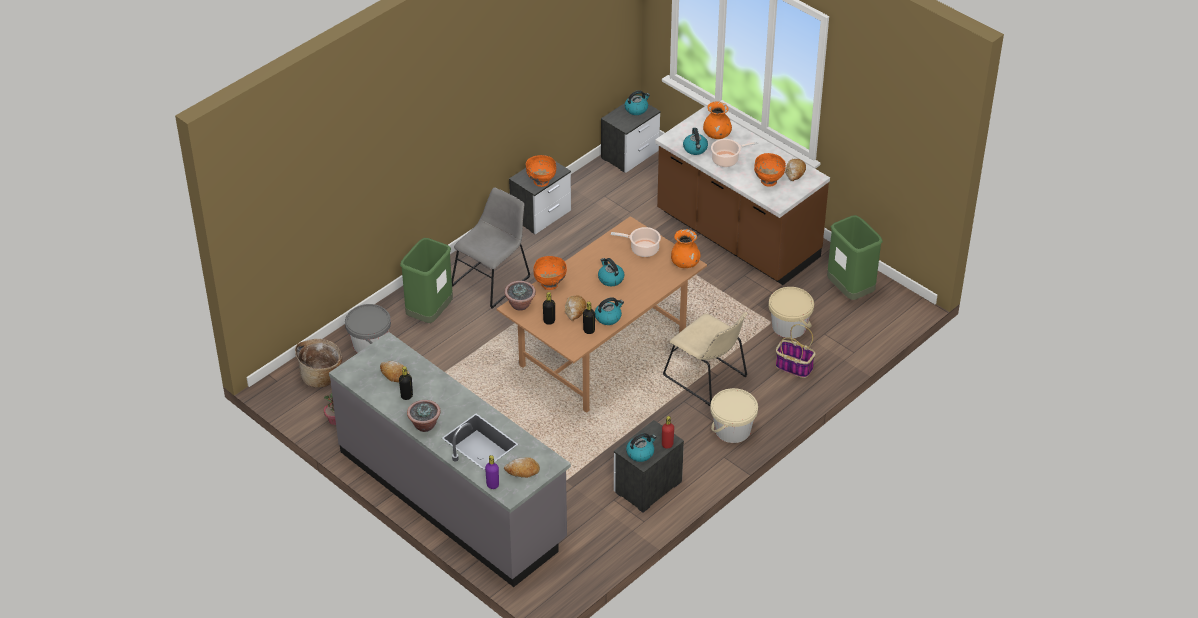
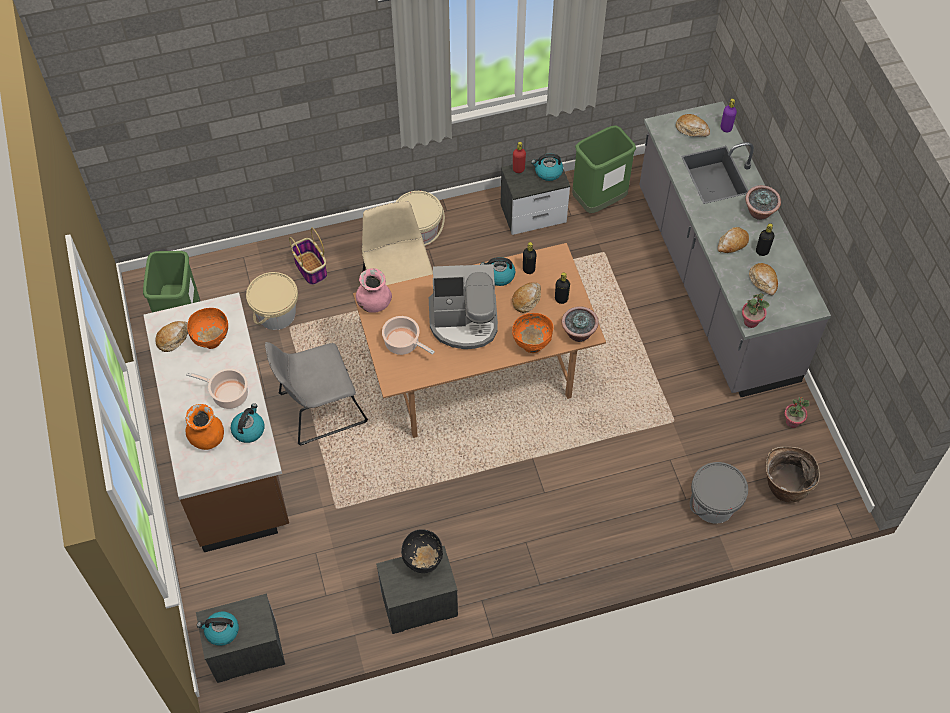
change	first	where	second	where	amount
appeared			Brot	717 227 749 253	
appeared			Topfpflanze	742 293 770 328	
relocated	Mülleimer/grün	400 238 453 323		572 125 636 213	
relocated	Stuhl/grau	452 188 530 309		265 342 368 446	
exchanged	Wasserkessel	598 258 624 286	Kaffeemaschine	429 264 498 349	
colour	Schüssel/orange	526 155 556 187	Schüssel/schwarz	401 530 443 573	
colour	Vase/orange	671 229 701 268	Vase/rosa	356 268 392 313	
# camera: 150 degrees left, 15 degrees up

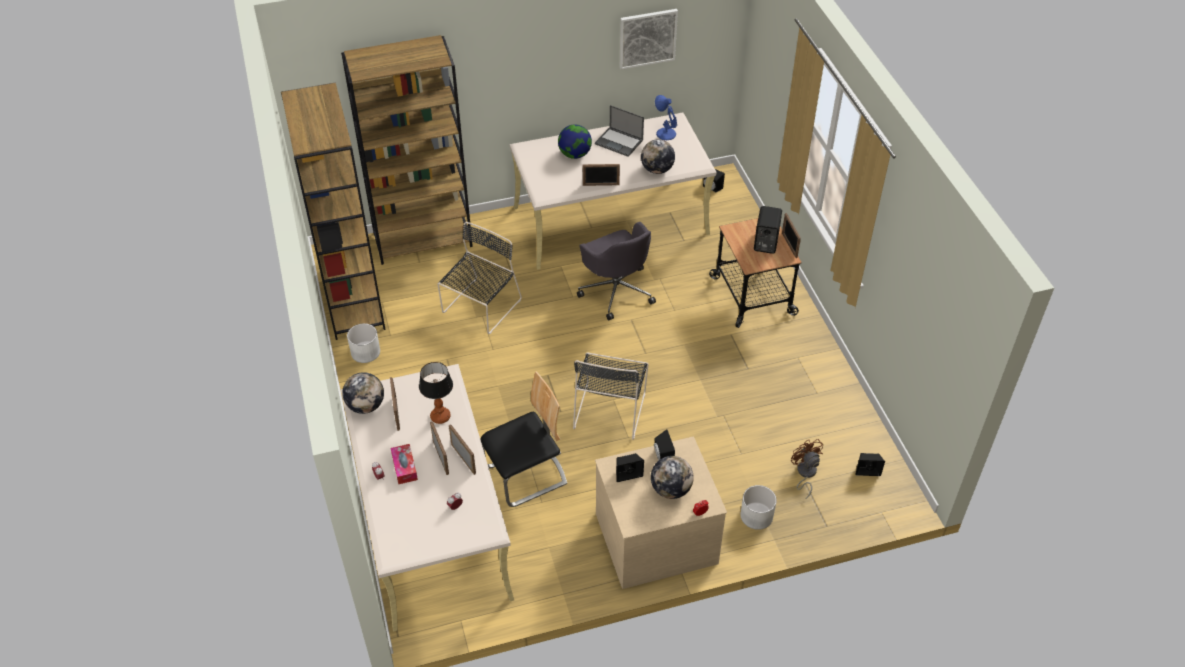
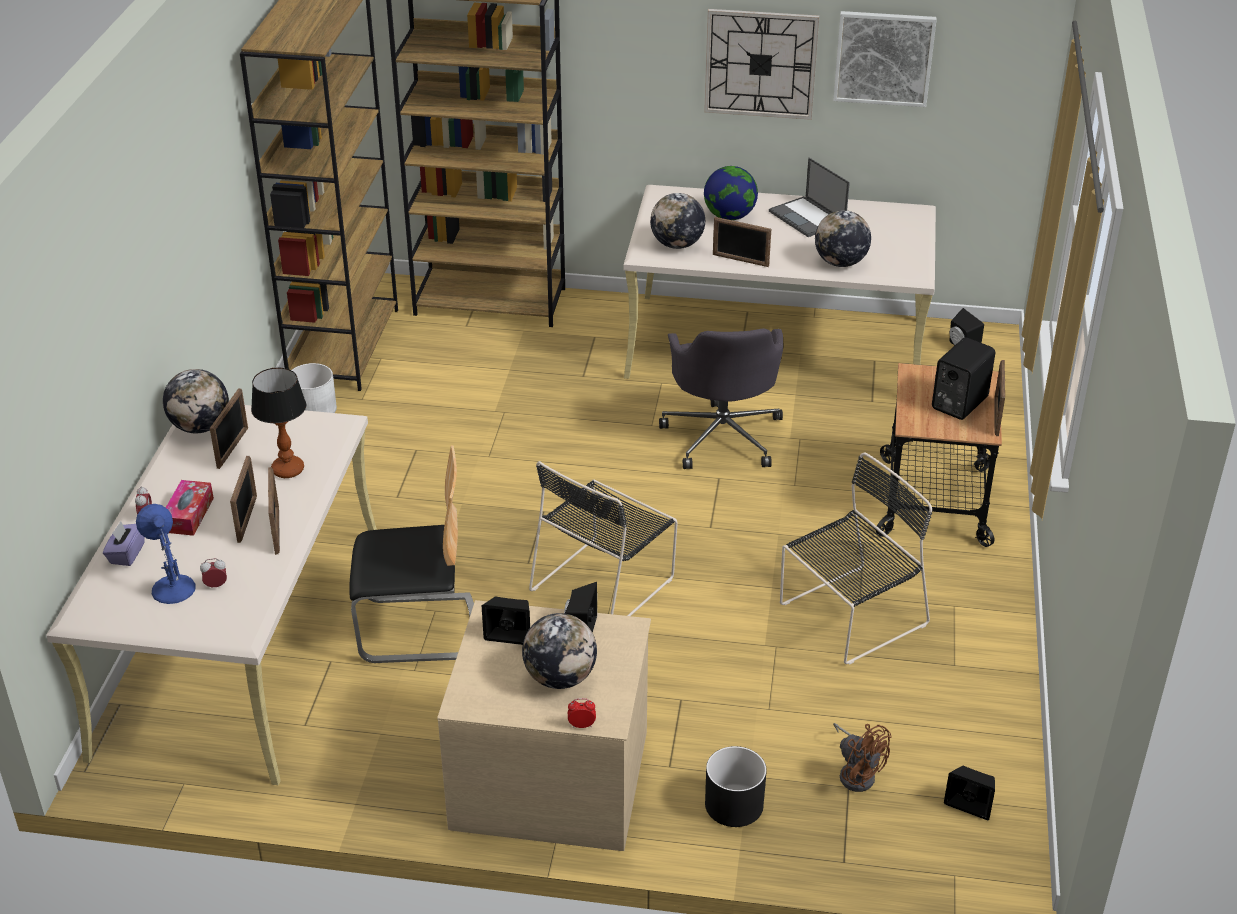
change	first	where	second	where	amount
appeared			Taschentuchbox/lila	103 521 145 566	
appeared			Globus	650 193 705 249	
appeared			Wanduhr	704 9 819 120	
relocated	Stuhl/schwarz	437 222 522 334		780 453 932 665	
relocated	Tischlampe/blau	655 95 677 140		136 504 196 604	
colour	Pflanzkübel/weiß	740 485 777 530	Pflanzkübel/schwarz	705 746 767 827	
spun	Ventilator/braun	791 439 823 500		833 723 892 792	135 degrees clockwise
# camera: 25 degrees right, 10 degrees down

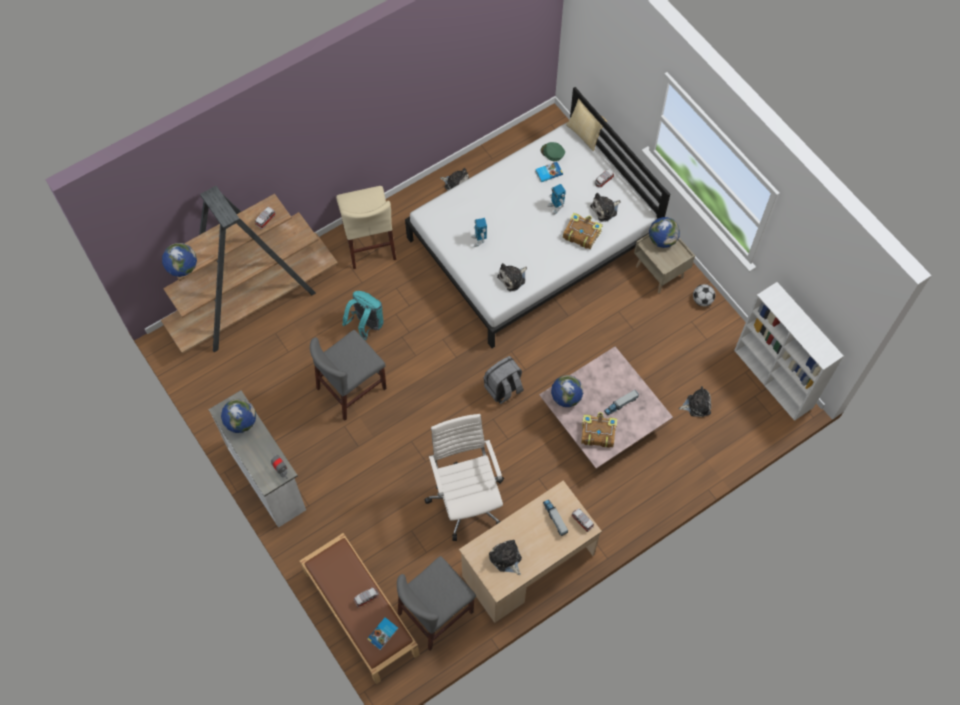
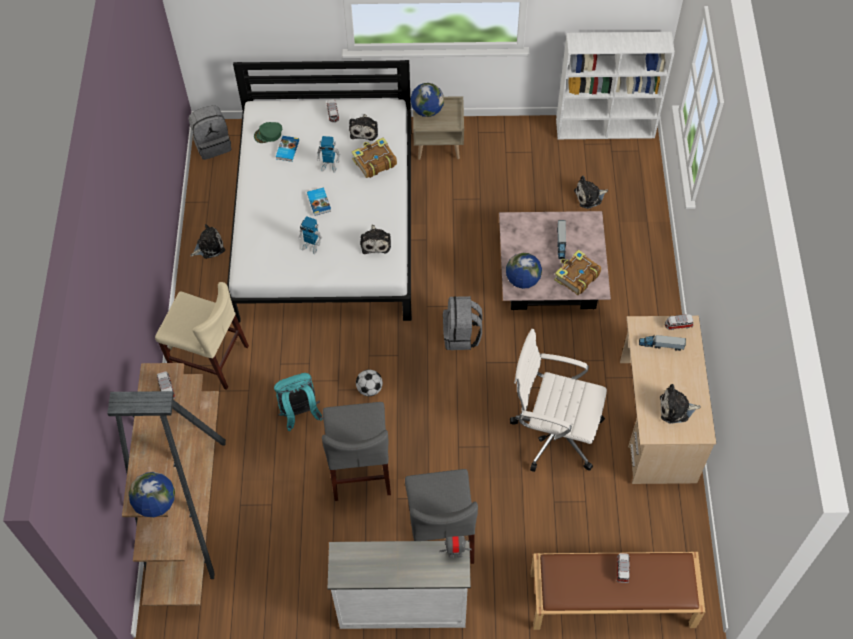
change	first	where	second	where	amount
missing	Globus	221 398 256 433			
missing	Kissen	566 98 607 151			
appeared			Rucksack/grau	189 106 232 160	
relocated	Buch	367 617 398 650		307 187 331 216	
relocated	Stuhl/grau	397 556 476 651		405 469 478 564	
relocated	Fußball	693 284 715 306		356 369 383 396	
spun	Plüschtier	679 386 711 417		574 176 608 209	135 degrees counterclockwise
# camera: 55 degrees left, 5 degrees down

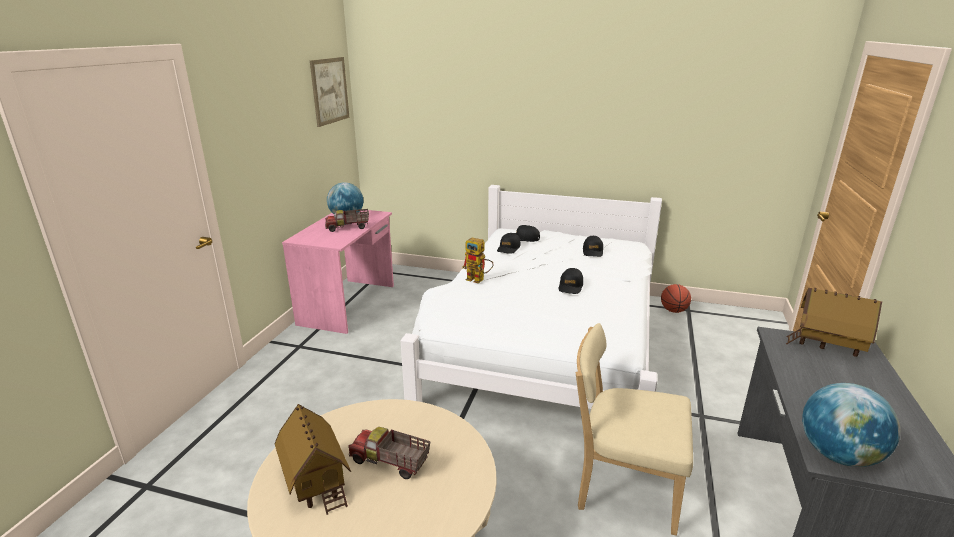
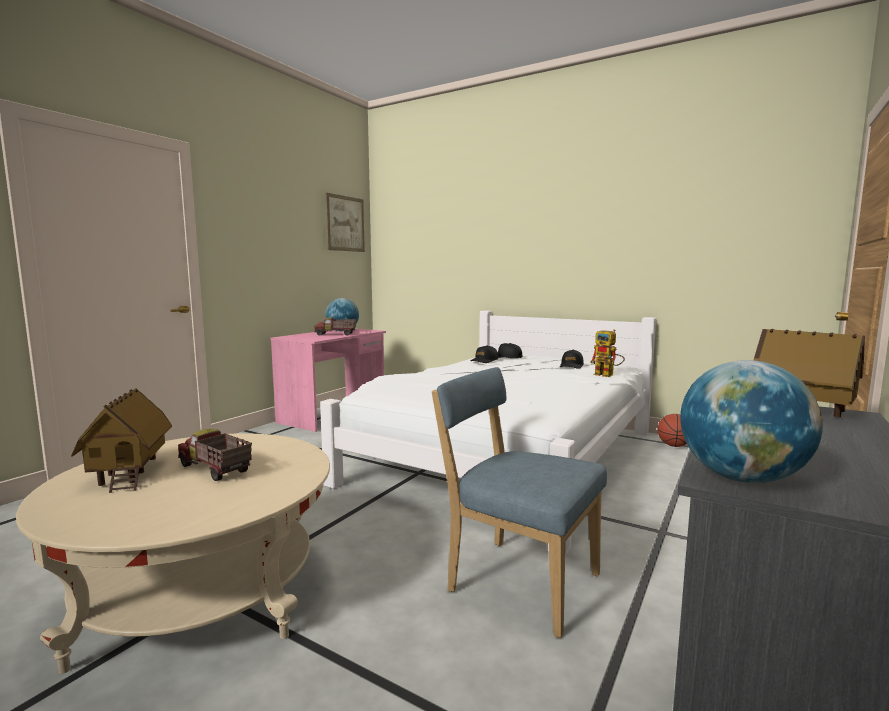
change	first	where	second	where	amount
missing	Kappe/schwarz	559 268 583 294			
relocated	Spielzeugroboter	462 238 494 284		590 329 625 377	
colour	Stuhl/beige	576 323 693 536	Stuhl/blau	432 367 607 638	
# camera: 15 degrees right, 15 degrees down

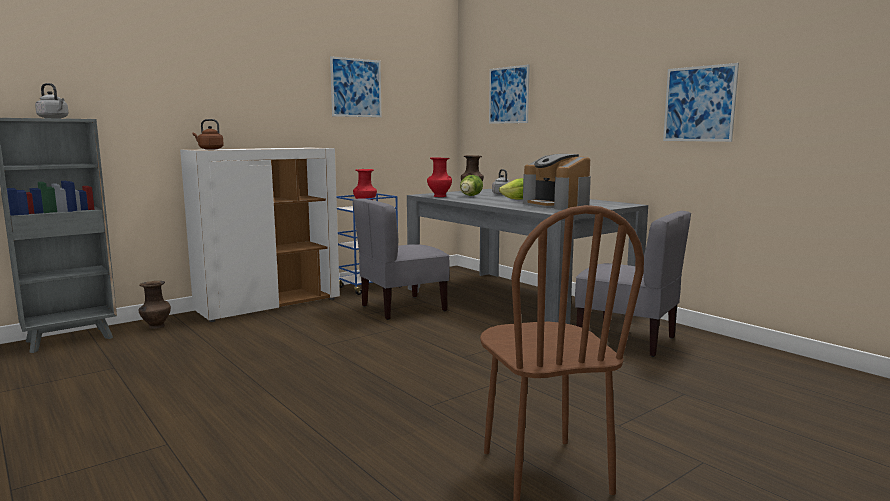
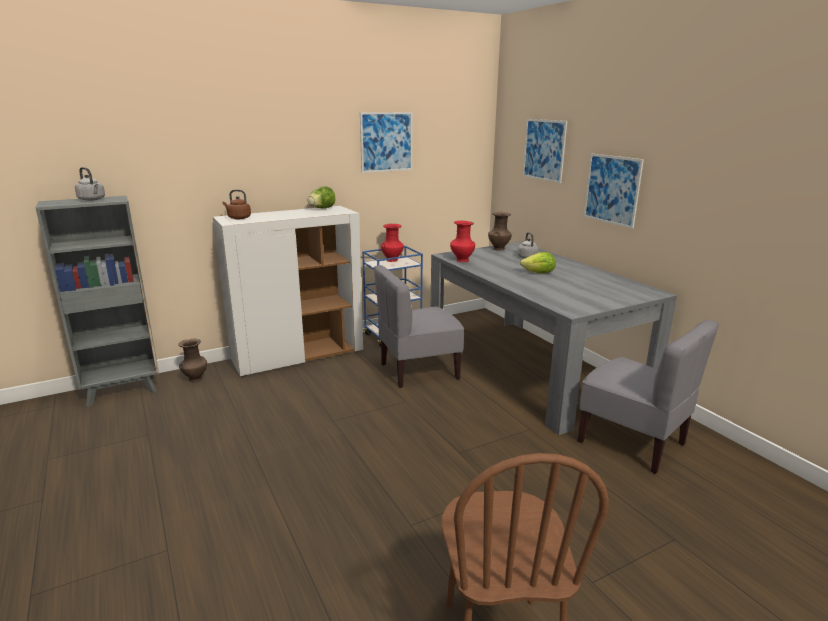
change	first	where	second	where	amount
missing	Kaffeemaschine	523 154 591 210			
relocated	Salatkopf	460 175 483 196		308 187 336 208	
relocated	Bild	663 63 739 142		584 154 644 229	
# camera: 10 degrees right, 10 degrees up

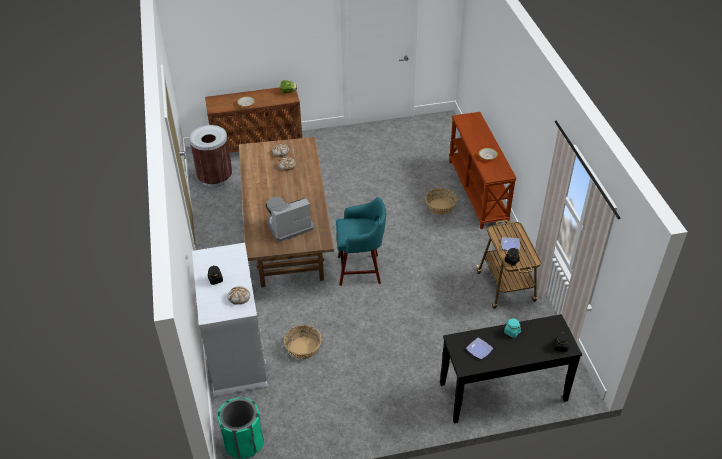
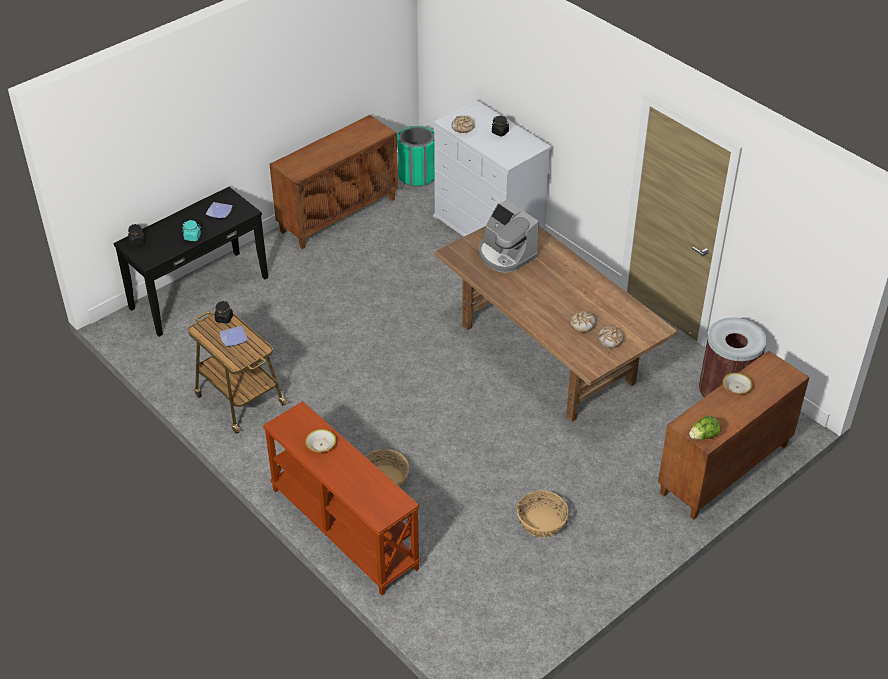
change	first	where	second	where	amount
missing	Hocker/türkis	336 197 386 286			
appeared			Schrank/braun	269 115 398 249	
relocated	Korb	284 325 321 359		517 490 569 537	
spun	Kaffeemaschine	266 197 314 242		478 200 539 273	105 degrees clockwise
# camera: 150 degrees right, 0 degrees up

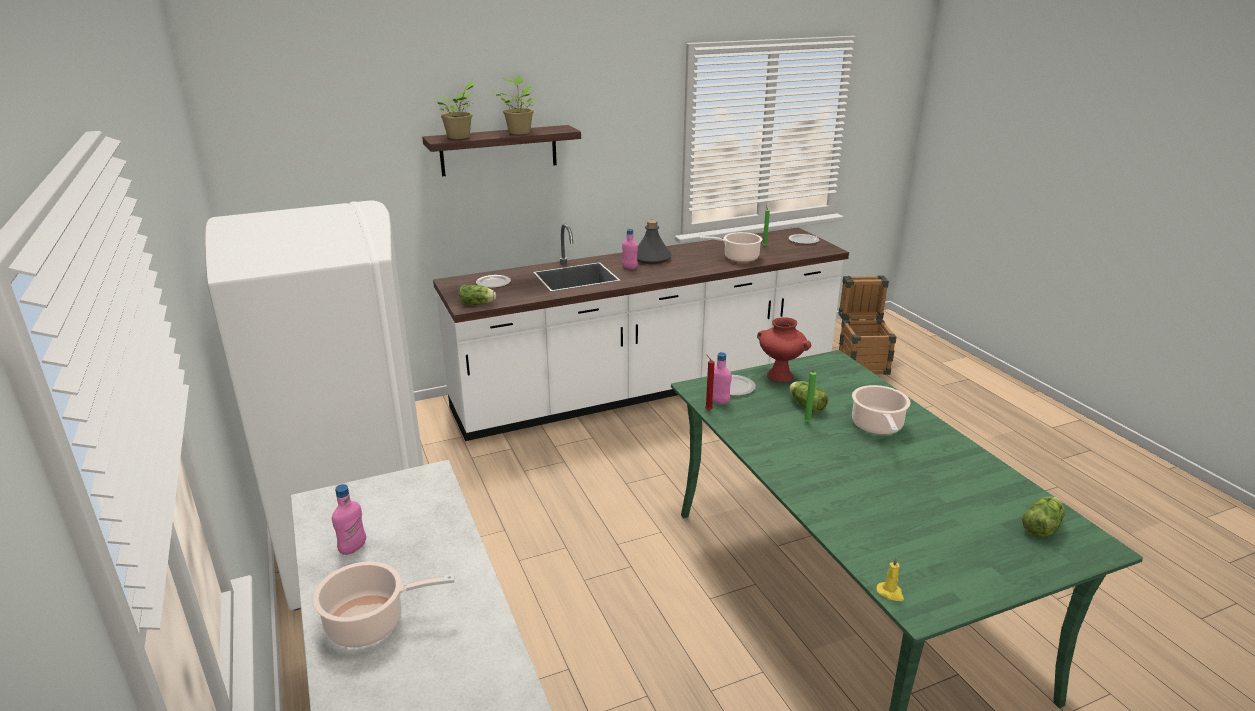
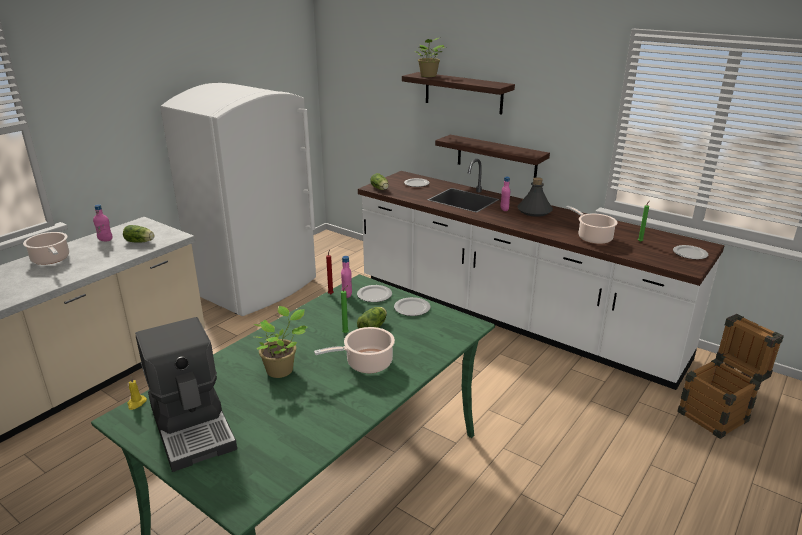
change	first	where	second	where	amount
appeared			Kaffeemaschine	135 317 237 472	
appeared			Wandregal	435 135 550 178	
relocated	Topfpflanze	494 76 536 135		254 306 307 378	
relocated	Salatkopf	1022 497 1064 538		123 225 154 242	
exchanged	Vase/rot	757 317 811 382	Teller	394 297 430 316	
# camera: 60 degrees right, 0 degrees up

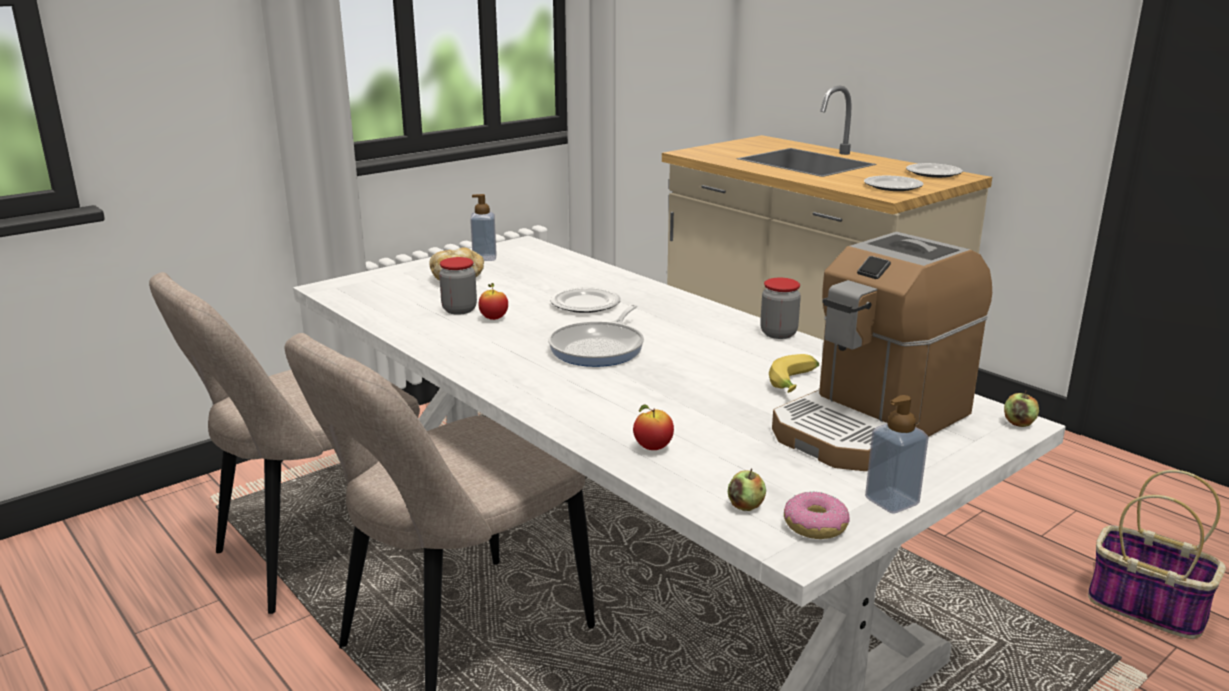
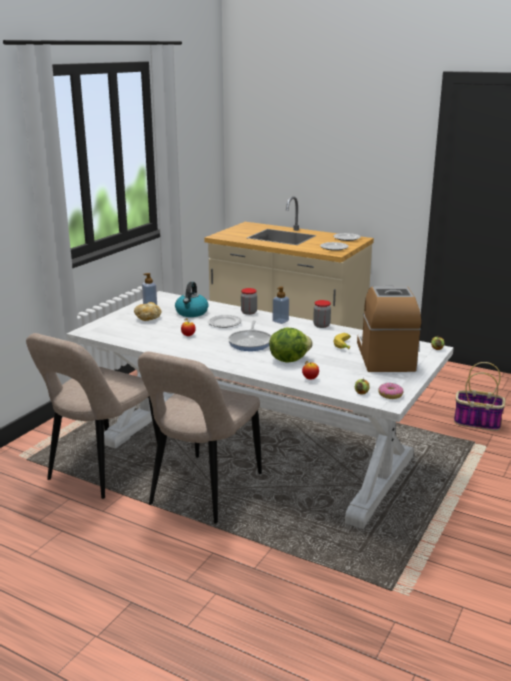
change	first	where	second	where	amount
appeared			Wasserkessel	175 282 208 317	
appeared			Salatkopf	269 327 313 363	
relocated	Vorratsglas	439 257 477 315		241 288 257 315	
relocated	Seifenspender	865 395 929 514		273 287 289 324	
spun	Kaffeemaschine	772 232 992 471		357 285 421 372	150 degrees clockwise
# camera: 20 degrees left, 0 degrees up

